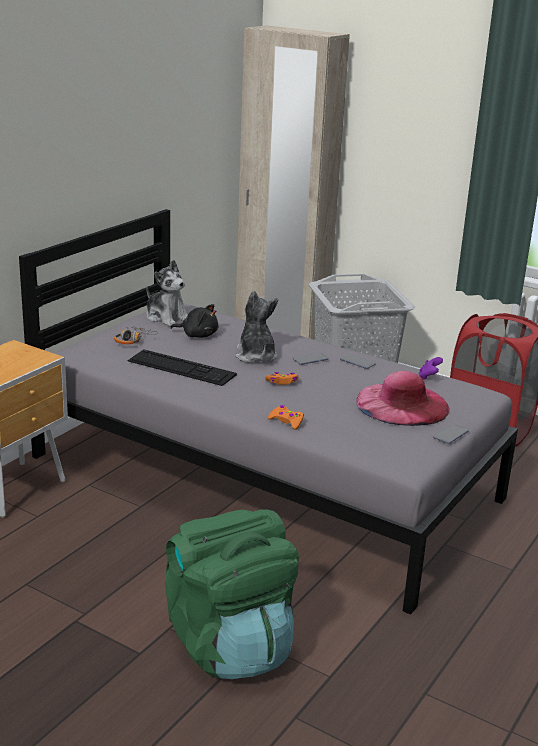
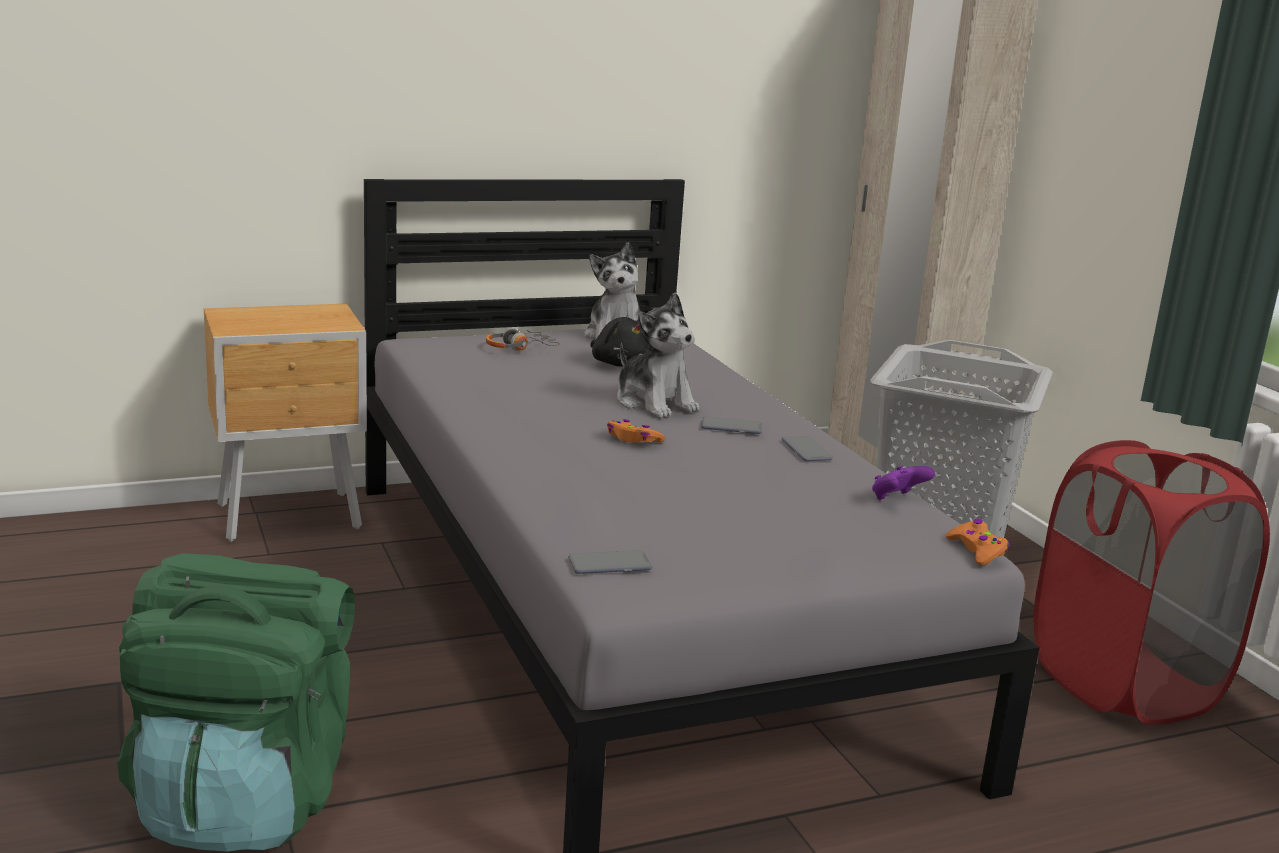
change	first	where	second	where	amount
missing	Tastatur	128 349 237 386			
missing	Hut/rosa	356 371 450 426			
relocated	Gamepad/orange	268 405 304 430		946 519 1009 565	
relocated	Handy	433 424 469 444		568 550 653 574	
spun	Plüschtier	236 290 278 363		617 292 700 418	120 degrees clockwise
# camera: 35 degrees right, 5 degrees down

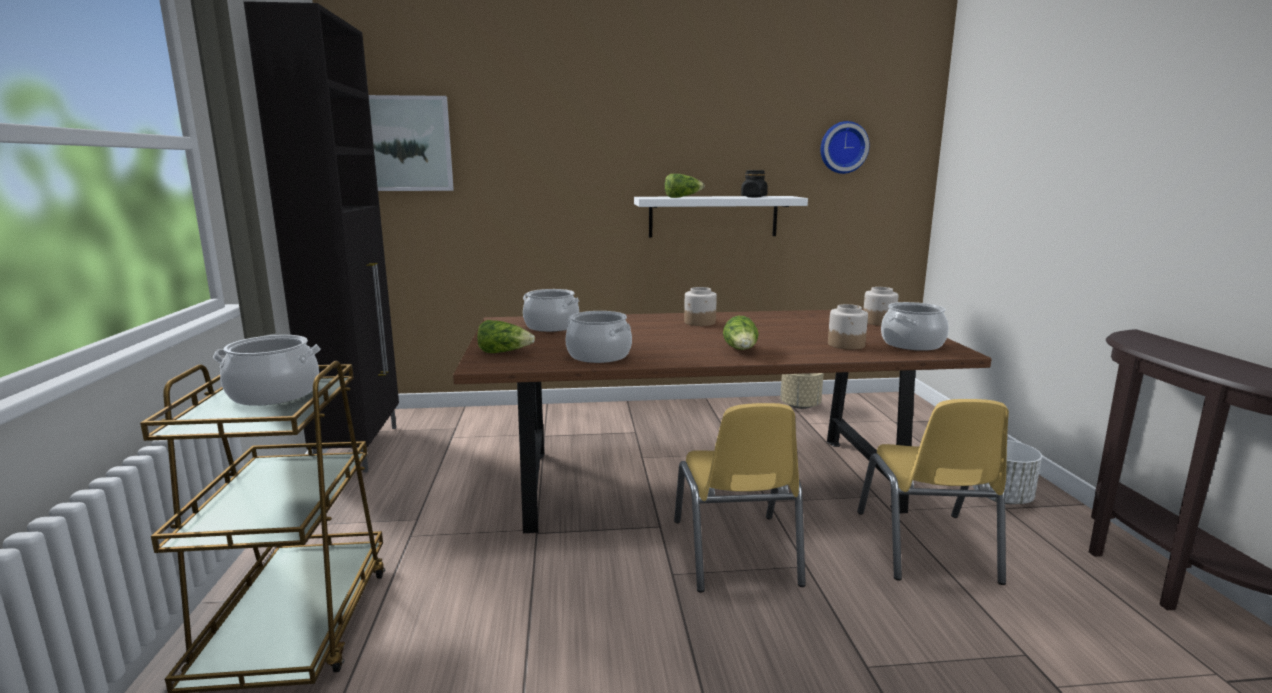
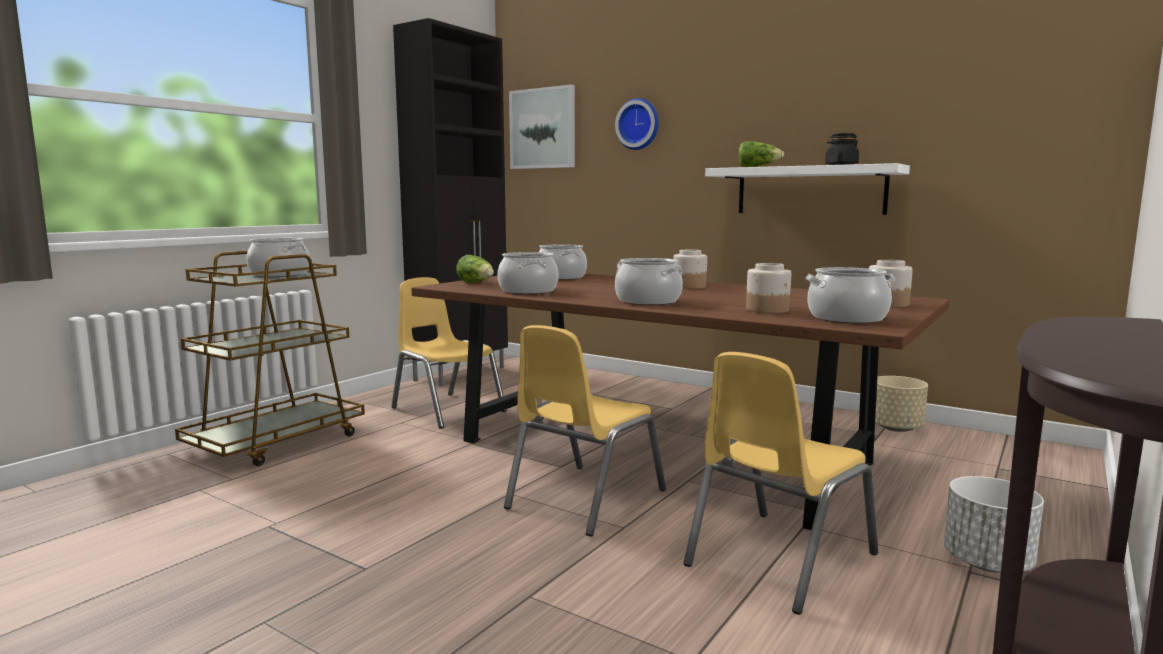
change	first	where	second	where	amount
appeared			Stuhl/gelb	391 277 507 429	
relocated	Wanduhr	821 121 869 174		615 98 659 150	
exchanged	Salatkopf	723 316 759 350	Kochtopf	615 258 683 305	
# camera: 40 degrees right, 5 degrees down

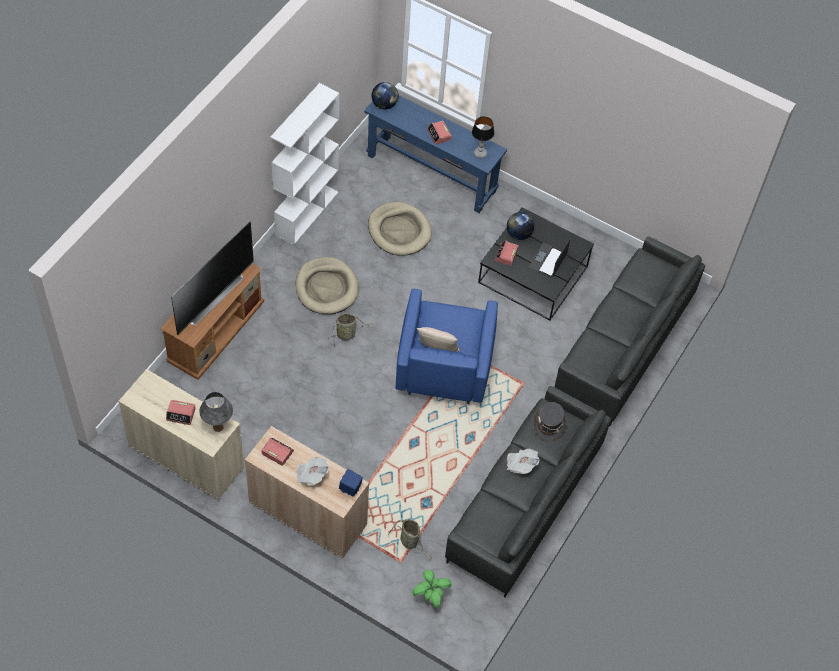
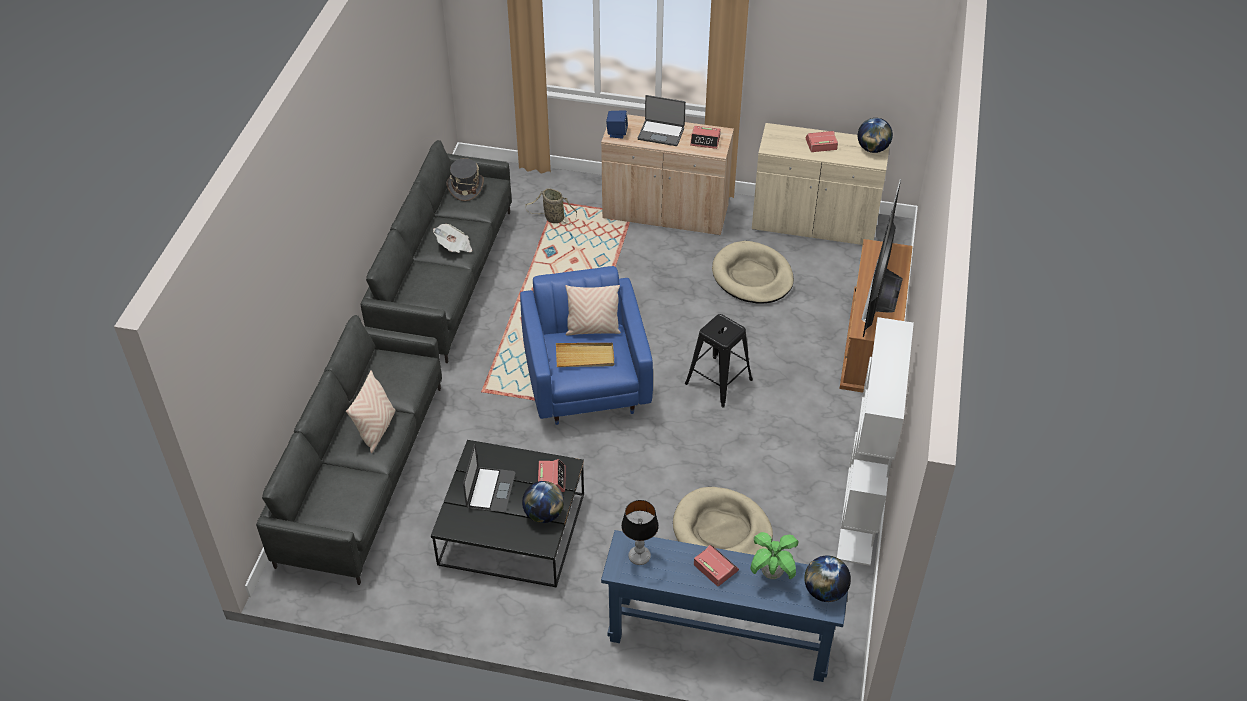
change	first	where	second	where	amount
missing	Tischlampe/grau	199 392 233 432			
appeared			Kissen/beige	346 370 396 453	
appeared			Tablett/beige	556 343 614 367	
appeared			Globus	858 118 893 153	
relocated	Hundebett/beige	295 257 359 314		712 241 794 303	
relocated	Topfpflanze	412 569 452 608		750 532 798 579	
relocated	Hut/grau	533 402 567 441		446 158 484 201	
exchanged	Zeitung	296 457 329 485	Laptop	638 95 686 146	
exchanged	Korb	328 313 372 346	Hocker/schwarz	685 314 753 407	
# camera: 165 degrees right, 10 degrees down

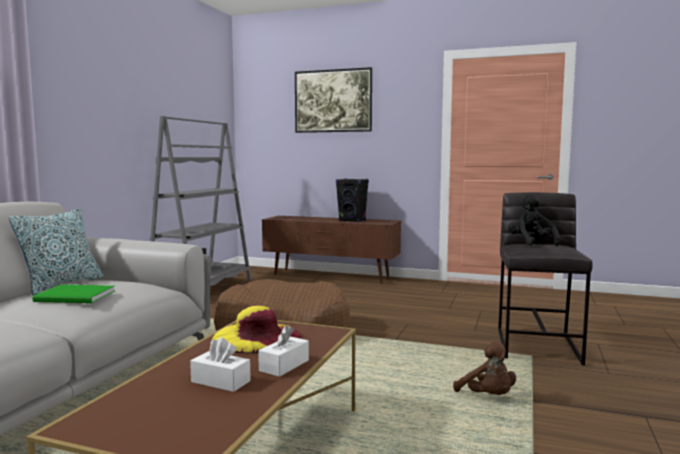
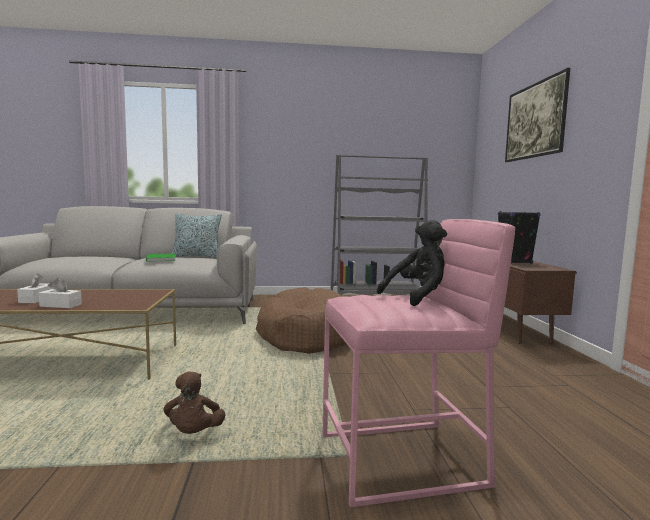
change	first	where	second	where	amount
missing	Hut/gelb	212 306 301 353			
colour	Hocker/grau	498 192 593 365	Hocker/rosa	322 219 515 507	
spun	Plüschtier/braun	453 342 516 395		163 371 225 434	45 degrees counterclockwise
# camera: 65 degrees right, 0 degrees up

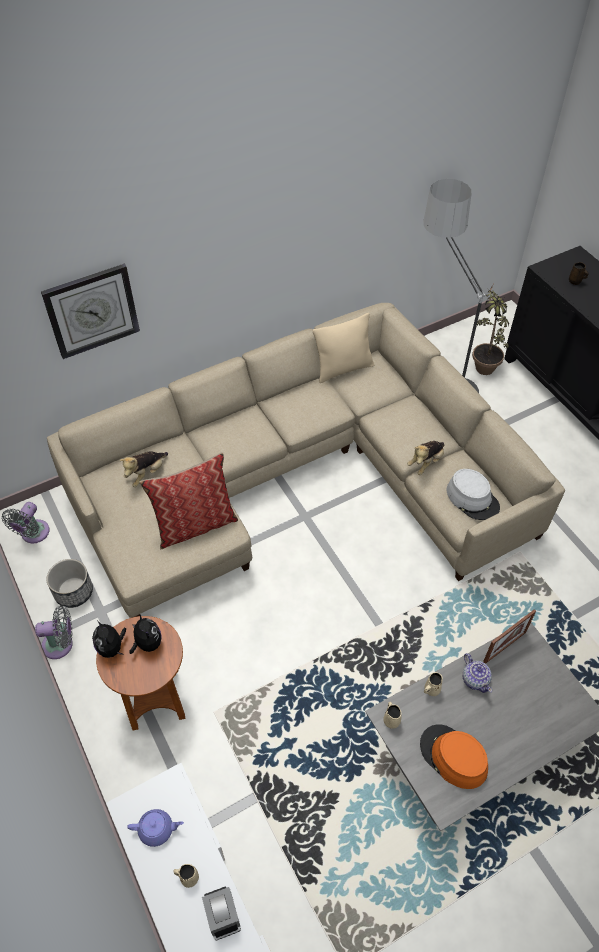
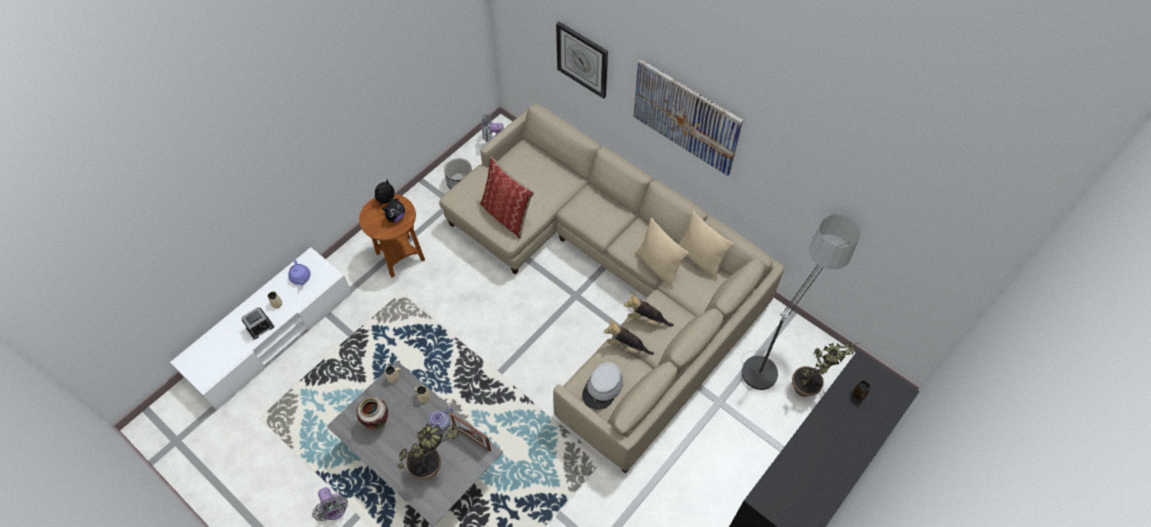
change	first	where	second	where	amount
appeared			Topfpflanze	398 424 462 480	
appeared			Bild	633 59 743 176	
appeared			Kissen/beige	635 218 689 289	
relocated	Ventilator/grau	35 606 73 659		312 487 348 521	
relocated	Plüschtier	119 451 168 487		624 294 674 326	
exchanged	Hut/orange	420 725 488 789	Vase	357 397 388 429	
# camera: 70 degrees right, 5 degrees up

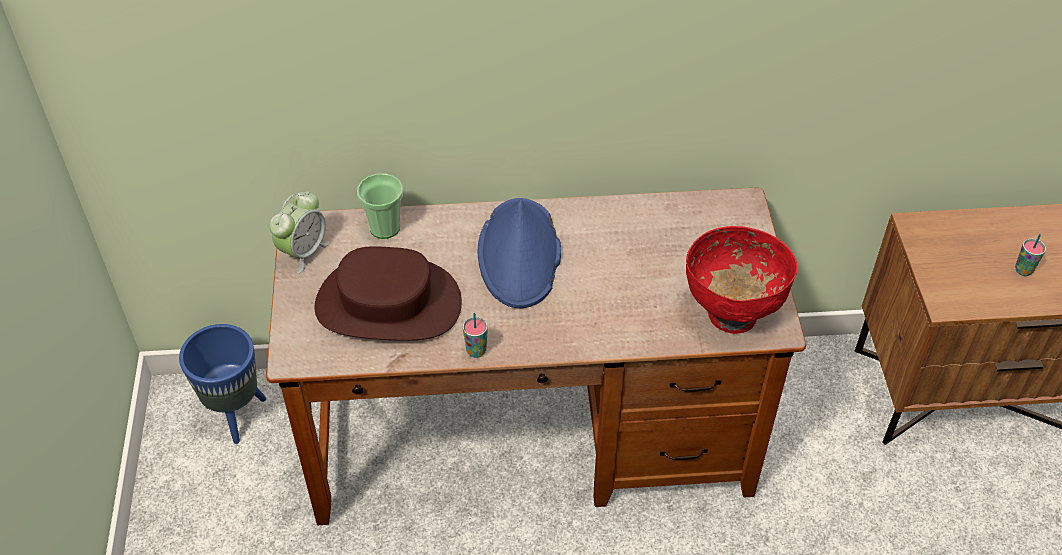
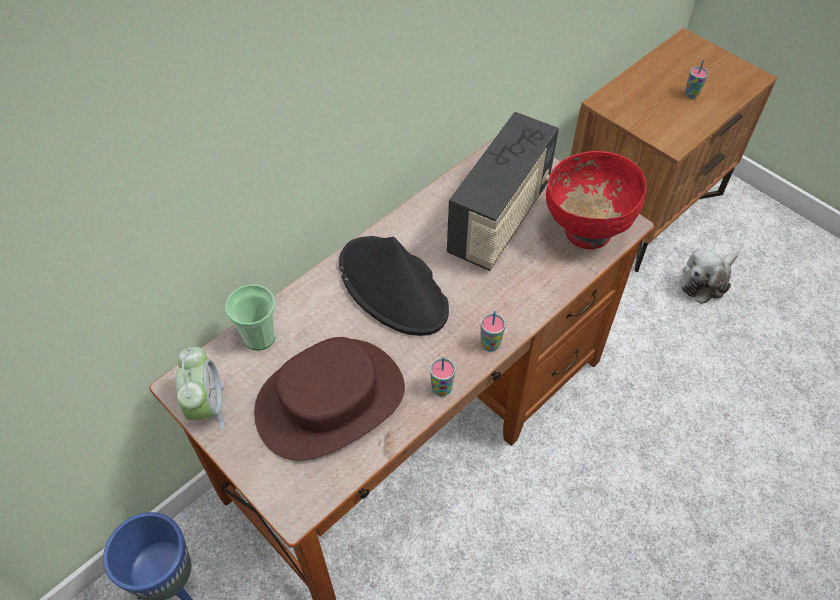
change	first	where	second	where	amount
appeared			Radio	447 112 559 271	
appeared			Tasse	481 311 506 352	
appeared			Plüschtier	681 248 738 304	
colour	Hut/blau	477 198 561 308	Hut/schwarz	339 236 449 336	
# camera: 40 degrees left, 5 degrees up

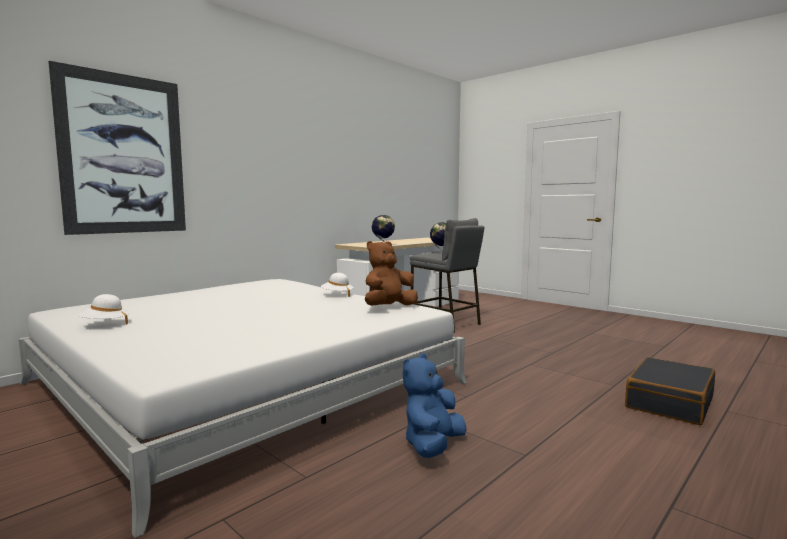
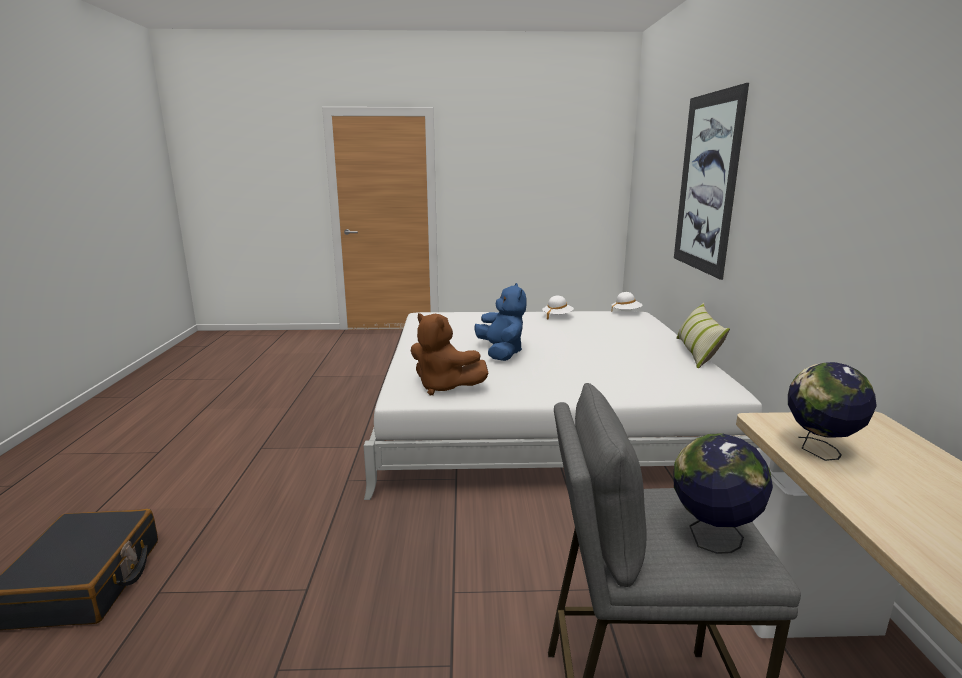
change	first	where	second	where	amount
appeared			Kissen	676 303 730 368	
relocated	Hut/weiß	321 273 354 297		611 292 642 312	
relocated	Plüschtier/blau	403 354 467 458		474 283 526 361	
spun	Plüschtier/braun	365 241 418 306		411 313 488 396	120 degrees clockwise
# camera: 135 degrees right, 10 degrees up

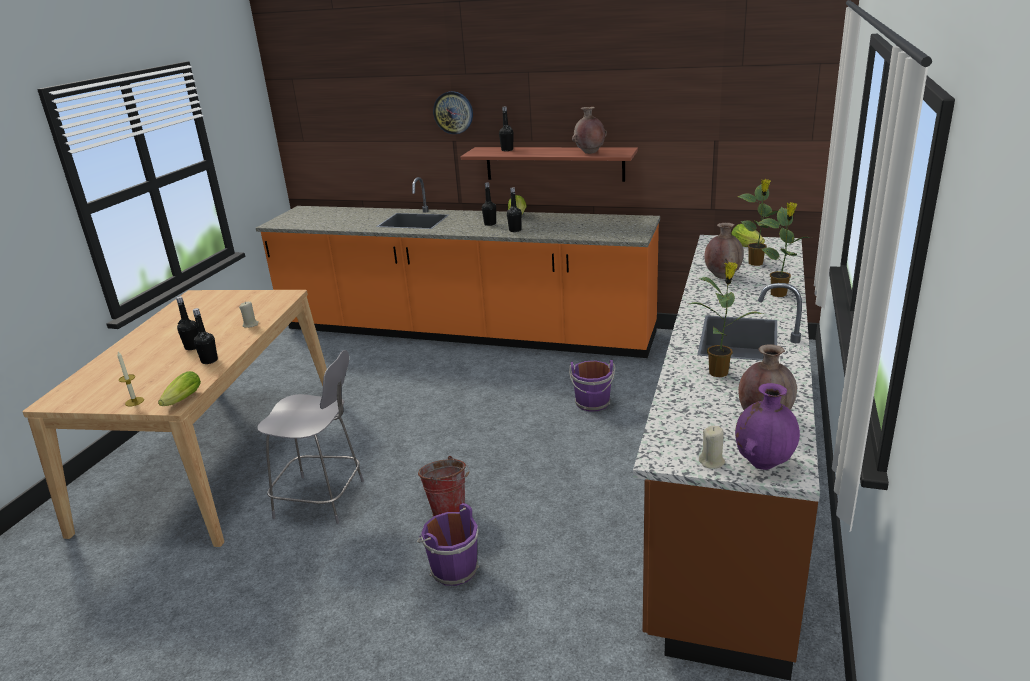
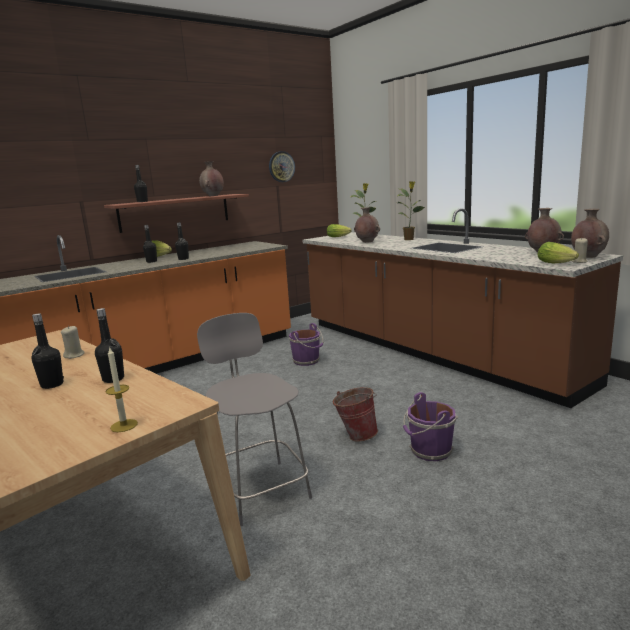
change	first	where	second	where	amount
missing	Topfpflanze	690 262 764 377			
relocated	Salatkopf	158 371 201 406		537 242 579 263	
relocated	Wanduhr	433 91 473 134		269 151 295 182	
colour	Vase/lila	735 383 800 470	Vase/braun	571 209 609 258	
spun	Stuhl/grau	257 350 364 524		197 313 312 526	75 degrees counterclockwise
# camera: 55 degrees left, 10 degrees down

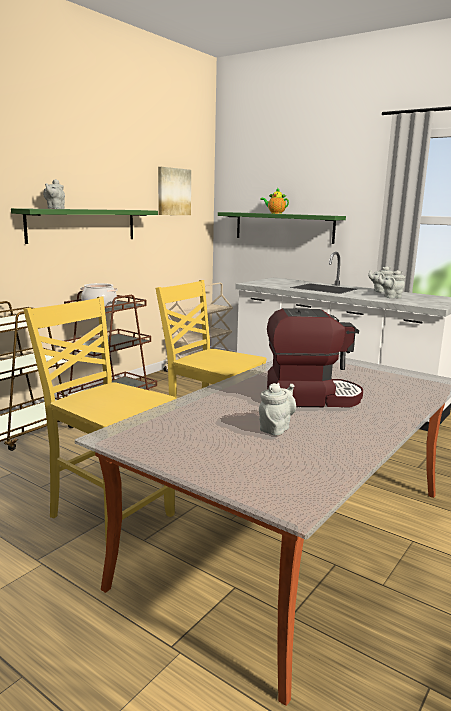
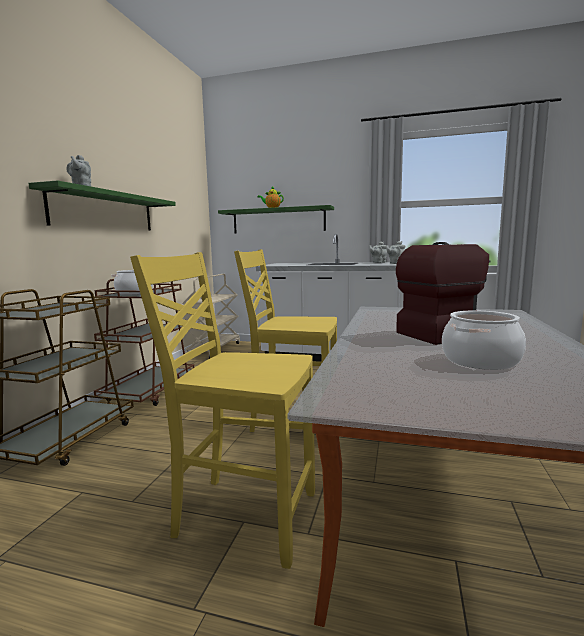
change	first	where	second	where	amount
missing	Bild	158 167 191 215			
exchanged	Teekanne/grau	259 383 296 436	Kochtopf	442 311 526 370	
# camera: 20 degrees left, 5 degrees down

